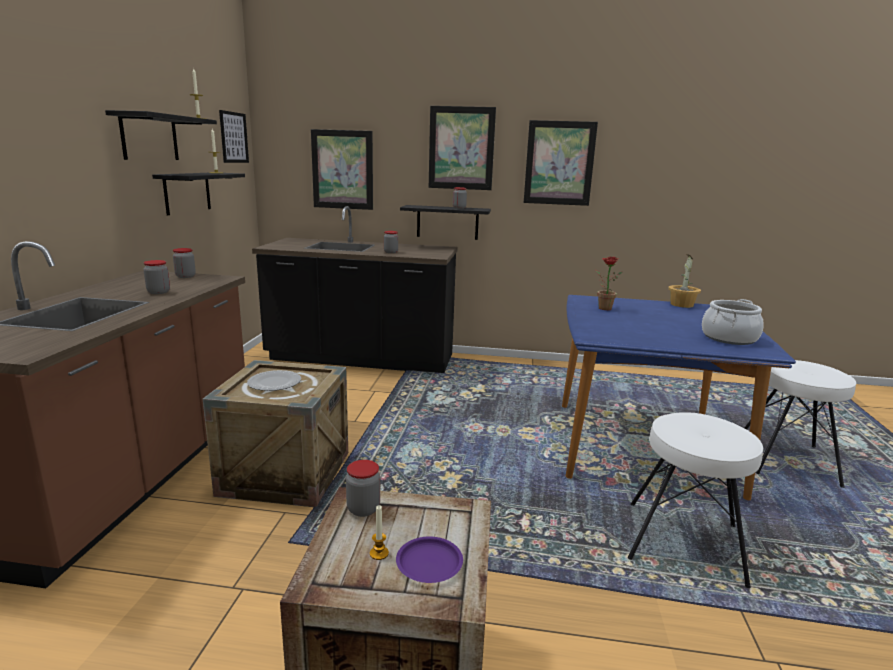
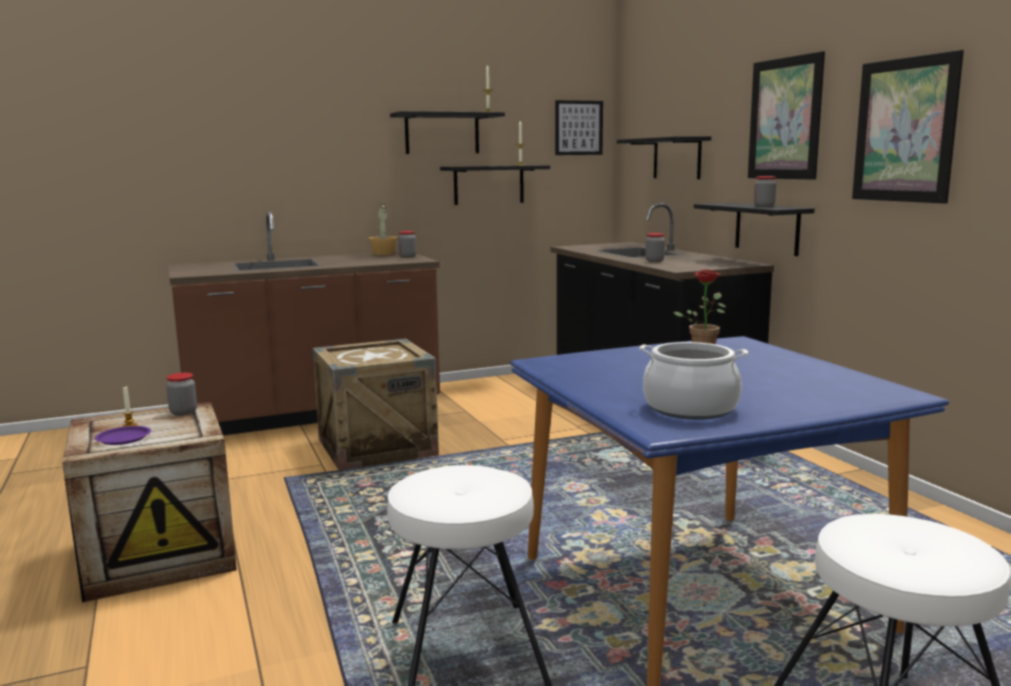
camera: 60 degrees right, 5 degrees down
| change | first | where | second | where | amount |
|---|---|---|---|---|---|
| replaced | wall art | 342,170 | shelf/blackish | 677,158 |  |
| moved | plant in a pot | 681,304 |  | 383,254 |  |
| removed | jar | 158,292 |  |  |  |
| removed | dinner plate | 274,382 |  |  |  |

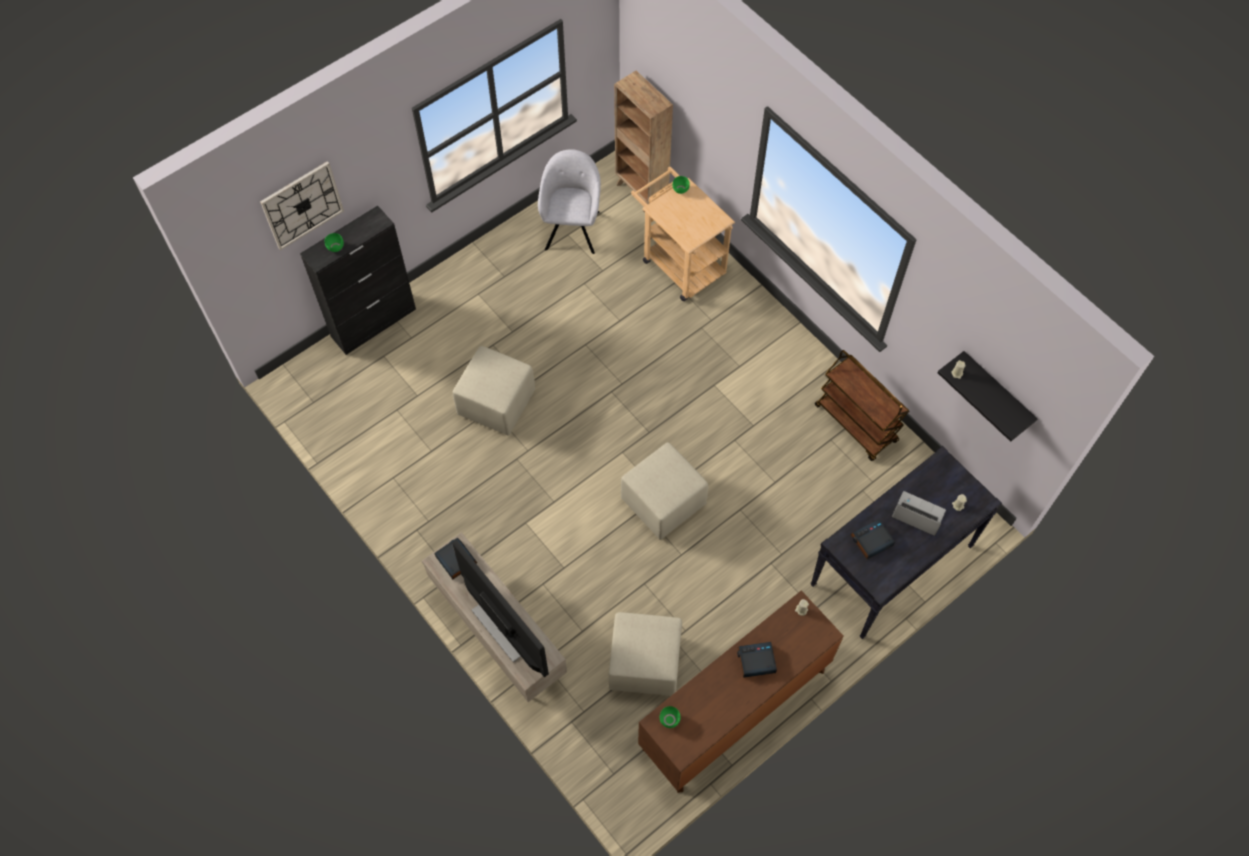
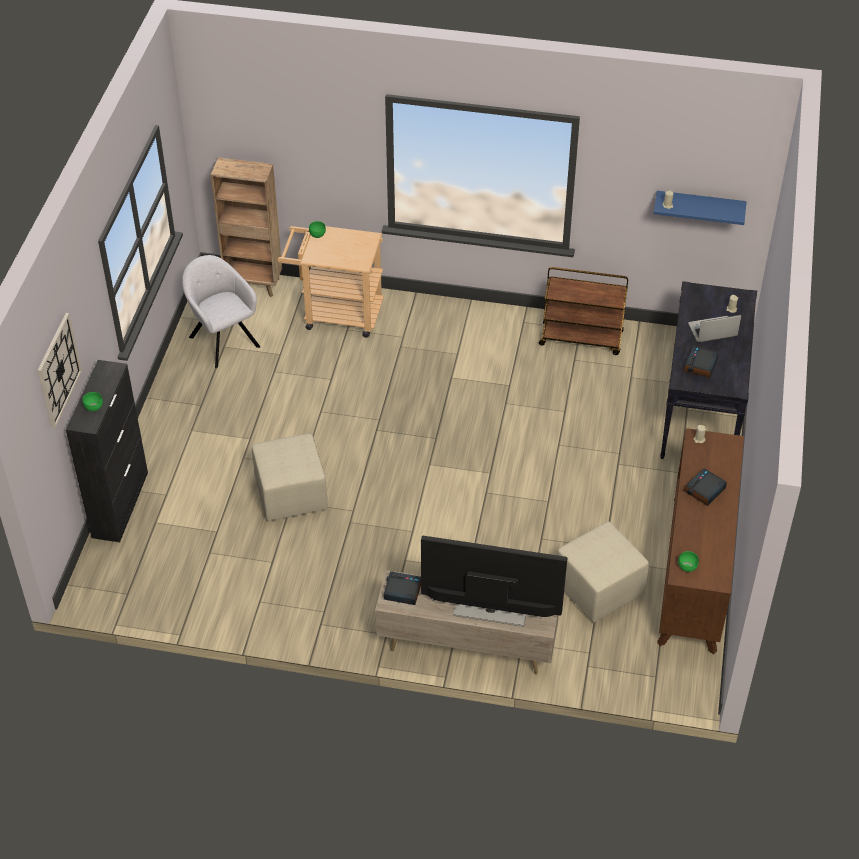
camera: 40 degrees left, 15 degrees down
| change | first | where | second | where | amount |
|---|---|---|---|---|---|
| recoloured | shelf/blackish | 996,392 | shelf/blue-coloured | 699,206 |  |
| removed | ottoman/sand-coloured | 663,501 |  |  |  |

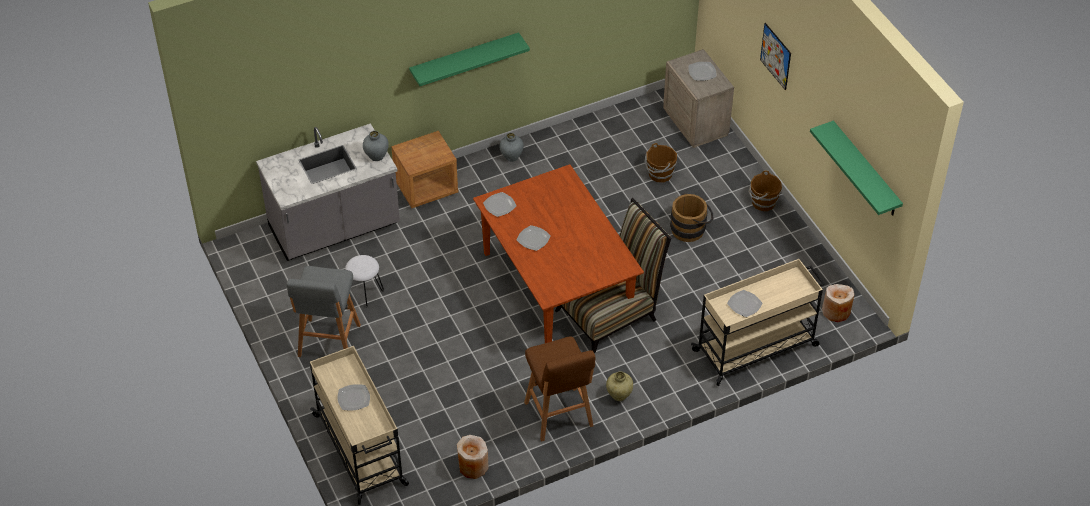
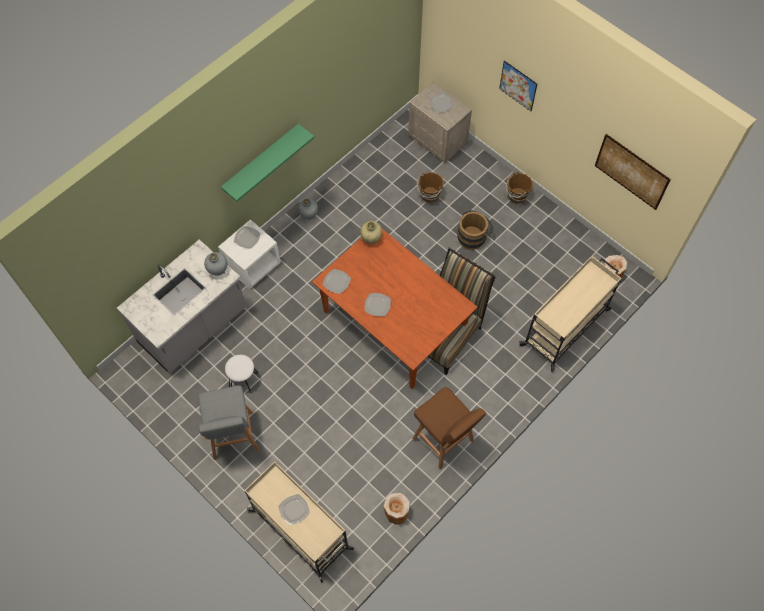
camera: 20 degrees left, 15 degrees up
| change | first | where | second | where | amount |
|---|---|---|---|---|---|
| replaced | shelf/green | 865,170 | wall art | 631,171 |  |
| recoloured | bedside table/brown | 426,188 | bedside table/white-coloured | 253,265 |  |
| moved | dinner plate | 744,304 |  | 247,237 |  |
| moved | vase/sand-coloured | 619,395 |  | 371,239 |  |

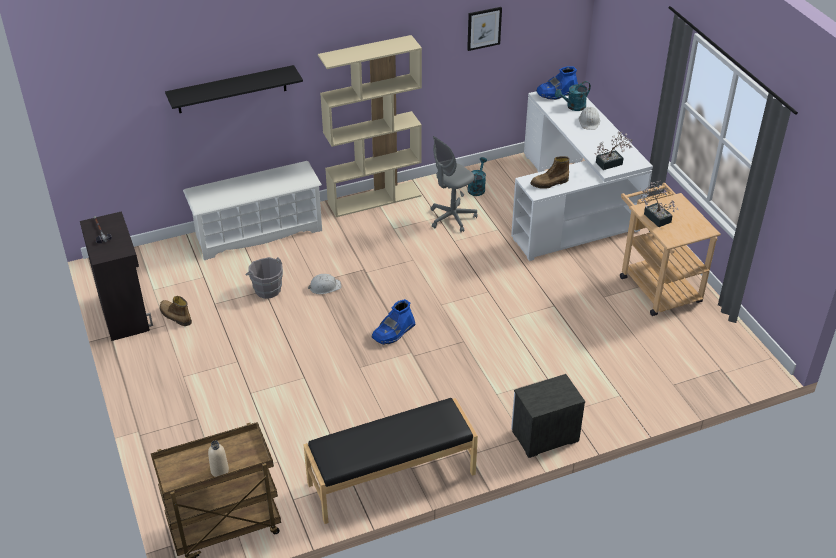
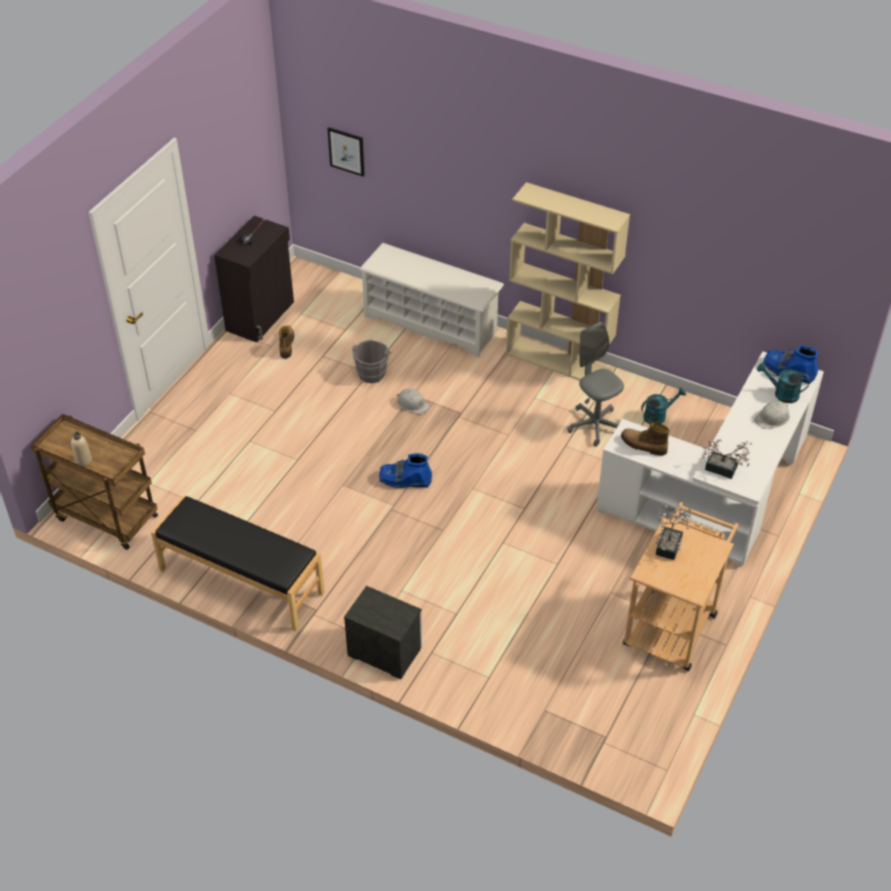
camera: 50 degrees right, 5 degrees up
| change | first | where | second | where | amount |
|---|---|---|---|---|---|
| moved | wall art | 484,28 |  | 346,151 |  |
| removed | shelf/blackish | 232,89 |  |  |  |
| turned | office chair/greyish | 452,218 |  | 594,425 | 45 degrees clockwise |

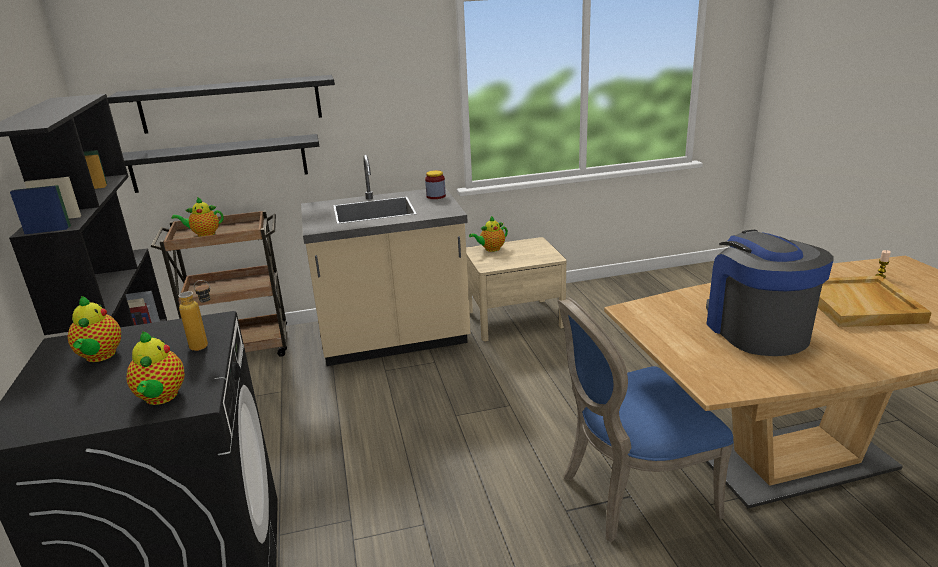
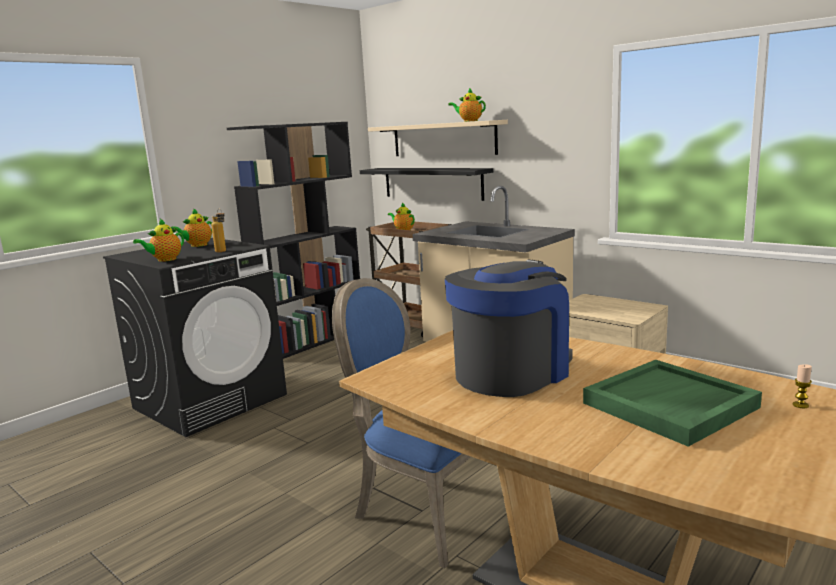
camera: 55 degrees right, 10 degrees down
| change | first | where | second | where | amount |
|---|---|---|---|---|---|
| recoloured | shelf/blackish | 231,104 | shelf/sand-coloured | 443,139 |  |
| removed | jar | 436,196 |  |  |  |
| moved | teapot | 491,249 |  | 469,121 |  |
| recoloured | tray/sand-coloured | 861,305 | tray/green | 670,406 |  |

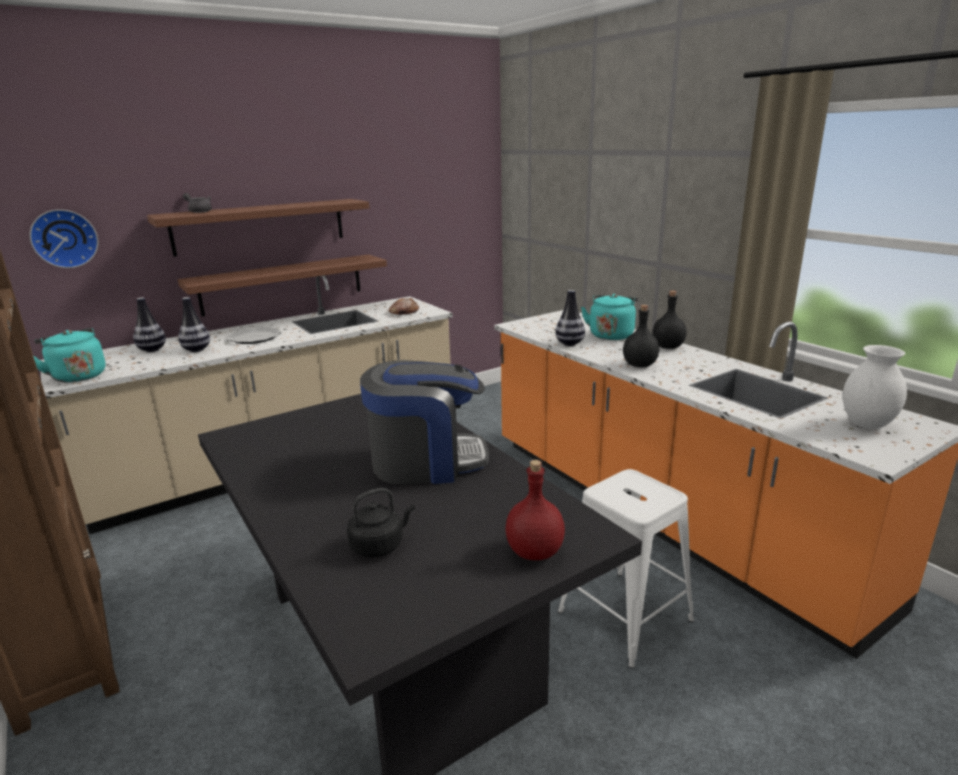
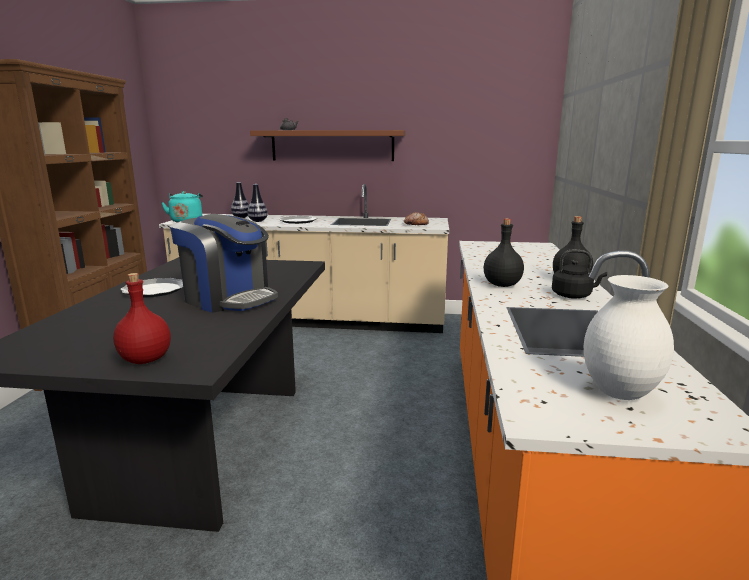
camera: 40 degrees right, 5 degrees down
| change | first | where | second | where | amount |
|---|---|---|---|---|---|
| removed | clock on the wall | 64,238 |  |  |  |
| removed | shelf/brown | 283,284 |  |  |  |
| removed | vase | 569,344 |  |  |  |
| removed | water kettle/blue-green | 611,335 |  |  |  |
| removed | stool seat/white-coloured | 624,616 |  |  |  |
| moved | water kettle/blackish | 380,545 |  | 573,296 |  |
| added |  |  | dinner plate | 154,290 |  |

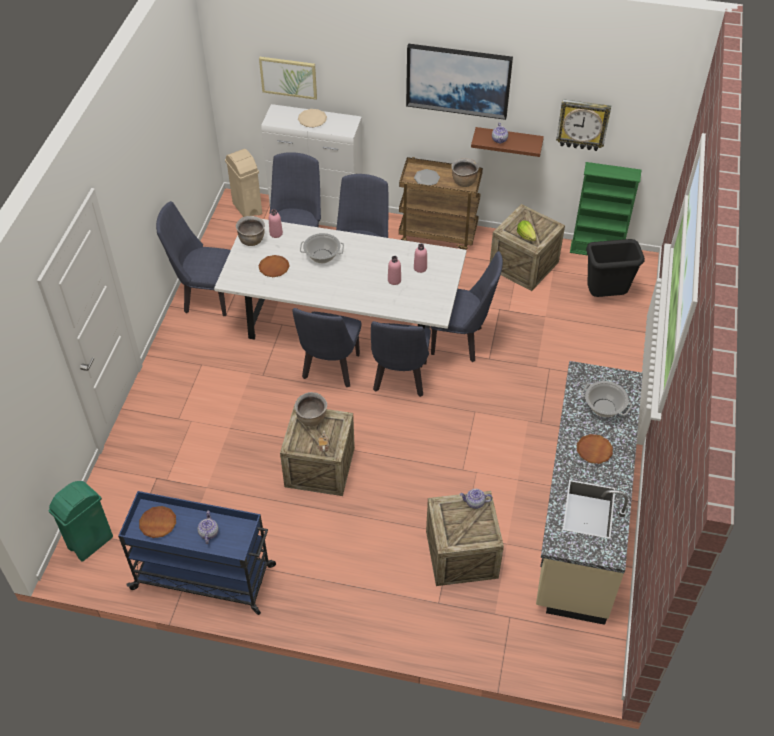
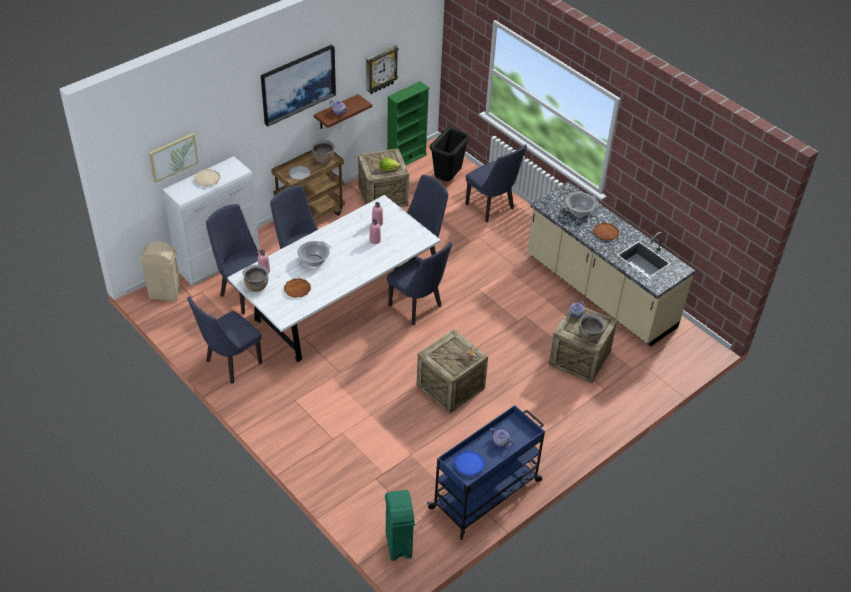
camera: 55 degrees left, 5 degrees down
| change | first | where | second | where | amount |
|---|---|---|---|---|---|
| moved | plain chair/blue-coloured | 330,370 |  | 492,208 |  |
| moved | stockpot/brown | 312,419 |  | 589,336 |  |
| recoloured | dinner plate/brown | 158,523 | dinner plate/blue-coloured | 469,464 |  |

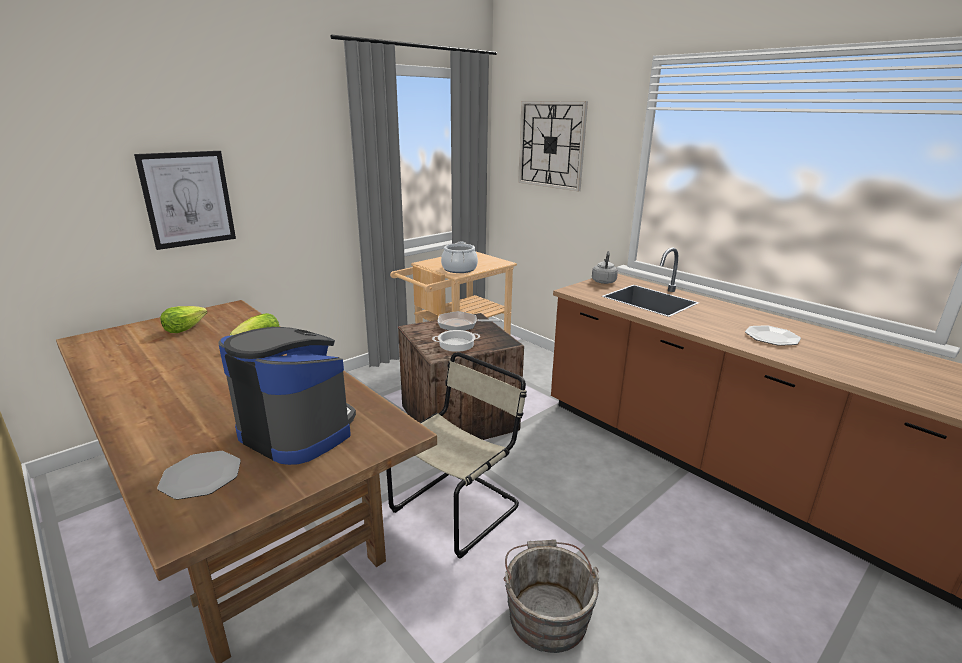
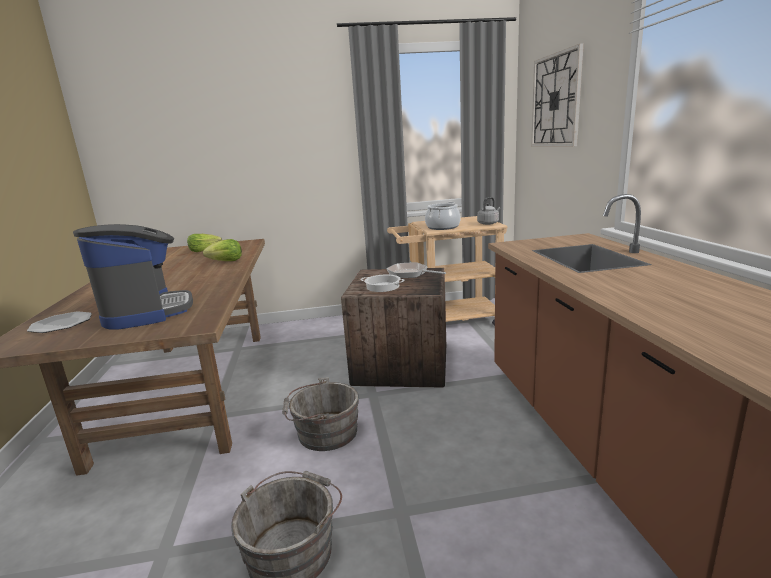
camera: 35 degrees right, 5 degrees down
| change | first | where | second | where | amount |
|---|---|---|---|---|---|
| removed | wall art | 188,199 |  |  |  |
| moved | water kettle/greyish | 604,281 |  | 488,223 |  |
| removed | dinner plate | 772,337 |  |  |  |
| replaced | plain chair/sand-coloured | 459,506 | water bucket/greyish | 324,433 |  |

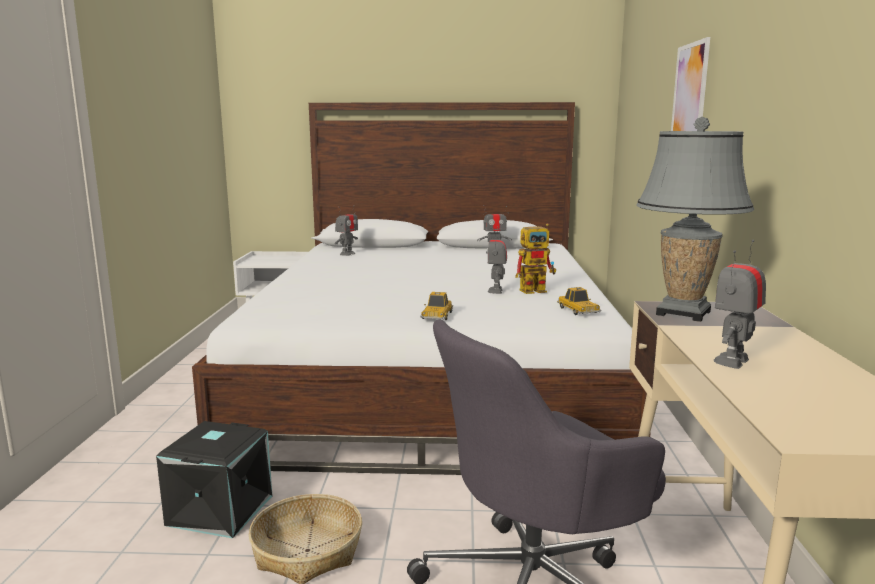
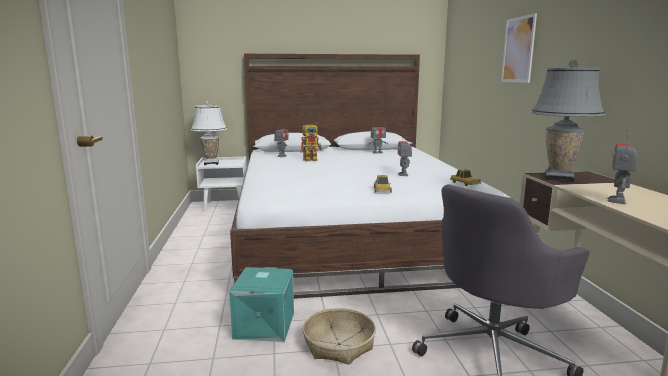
camera: 10 degrees left, 0 degrees up
| change | first | where | second | where | amount |
|---|---|---|---|---|---|
| moved | model robot | 537,290 |  | 312,159 |  |
| recoloured | storage container/blackish | 219,509 | storage container/blue-green | 263,326 |  |
| added |  |  | tabletop lamp/white-coloured | 211,163 |  |

